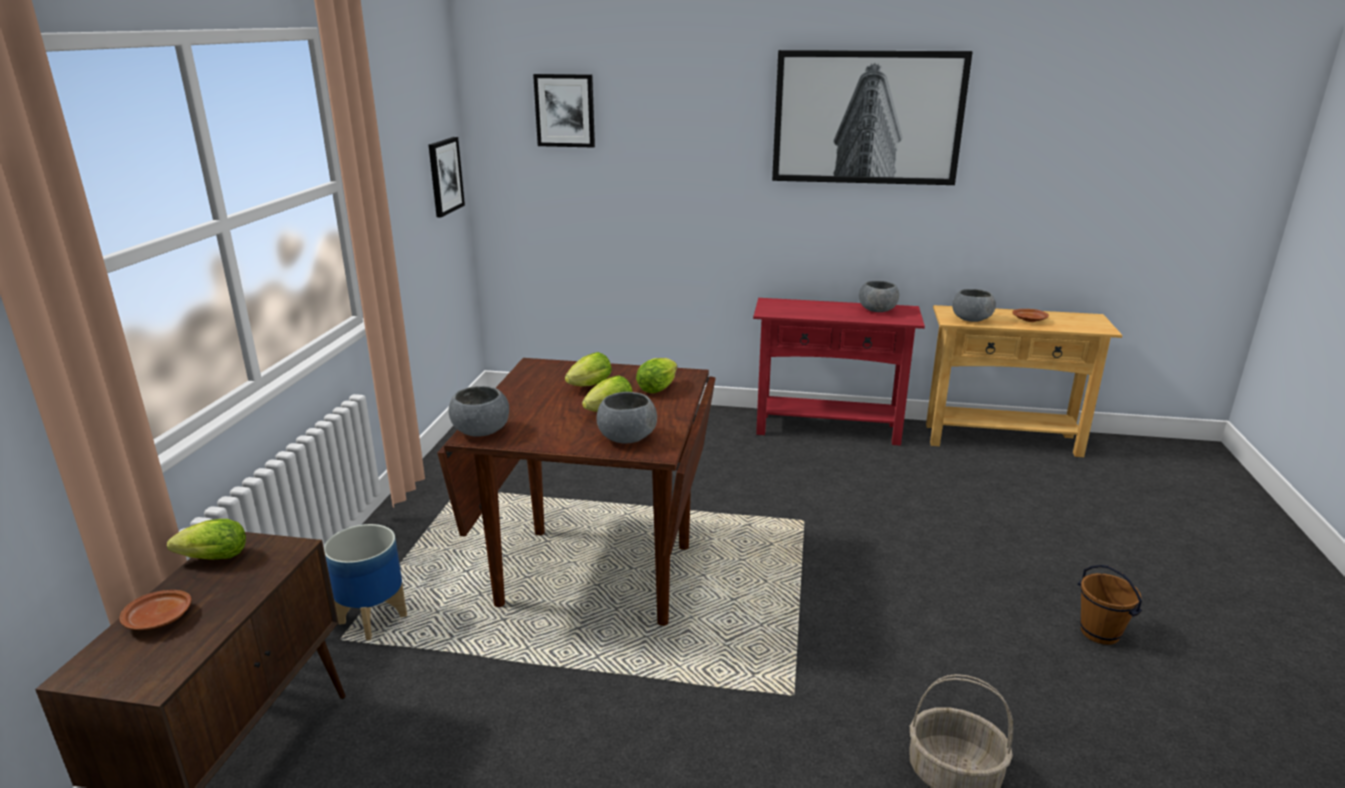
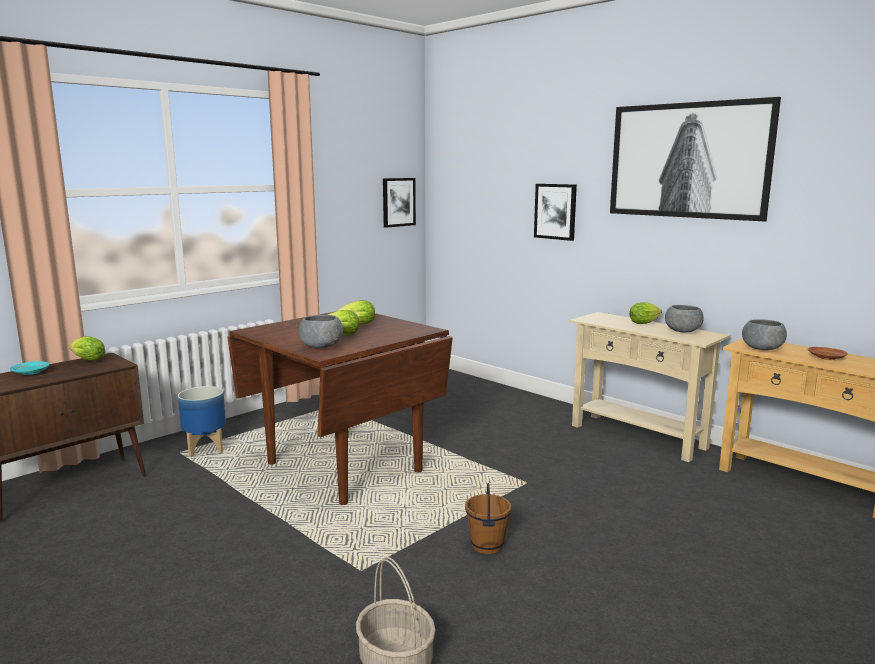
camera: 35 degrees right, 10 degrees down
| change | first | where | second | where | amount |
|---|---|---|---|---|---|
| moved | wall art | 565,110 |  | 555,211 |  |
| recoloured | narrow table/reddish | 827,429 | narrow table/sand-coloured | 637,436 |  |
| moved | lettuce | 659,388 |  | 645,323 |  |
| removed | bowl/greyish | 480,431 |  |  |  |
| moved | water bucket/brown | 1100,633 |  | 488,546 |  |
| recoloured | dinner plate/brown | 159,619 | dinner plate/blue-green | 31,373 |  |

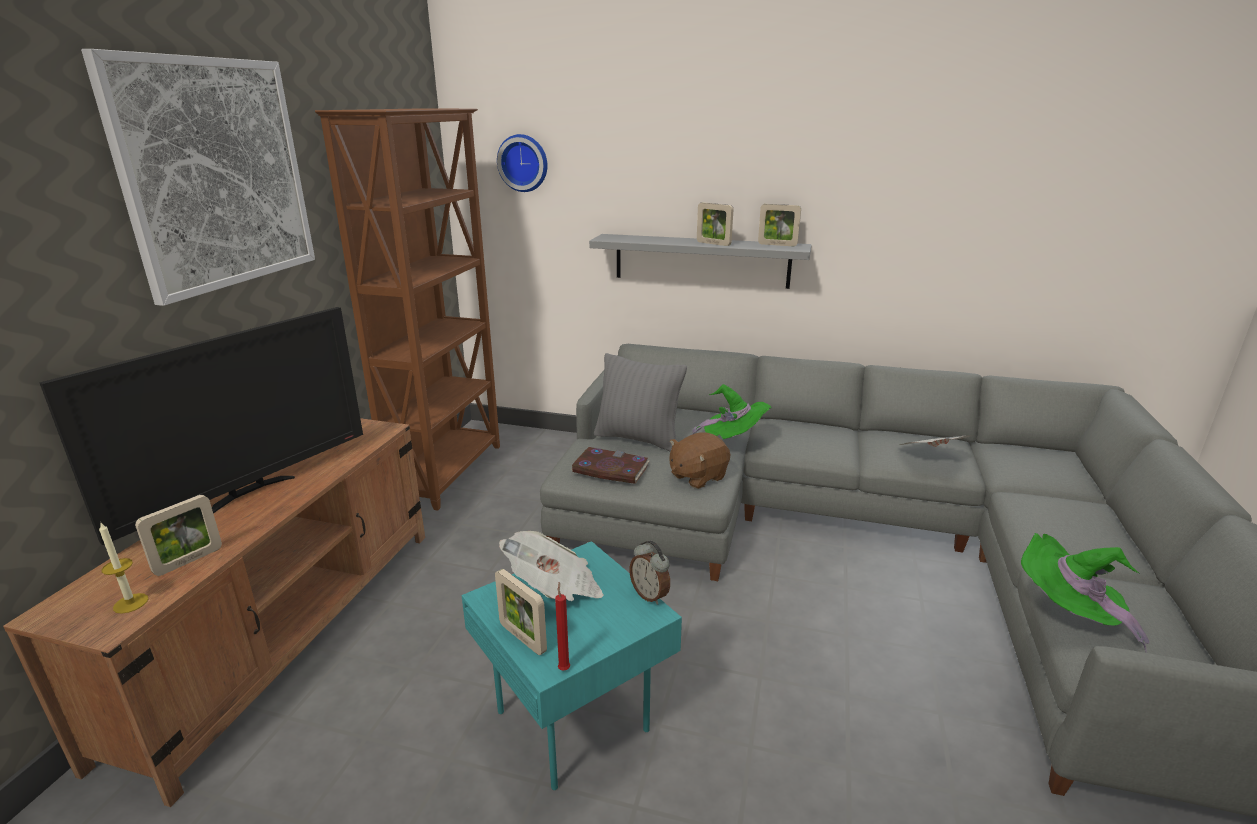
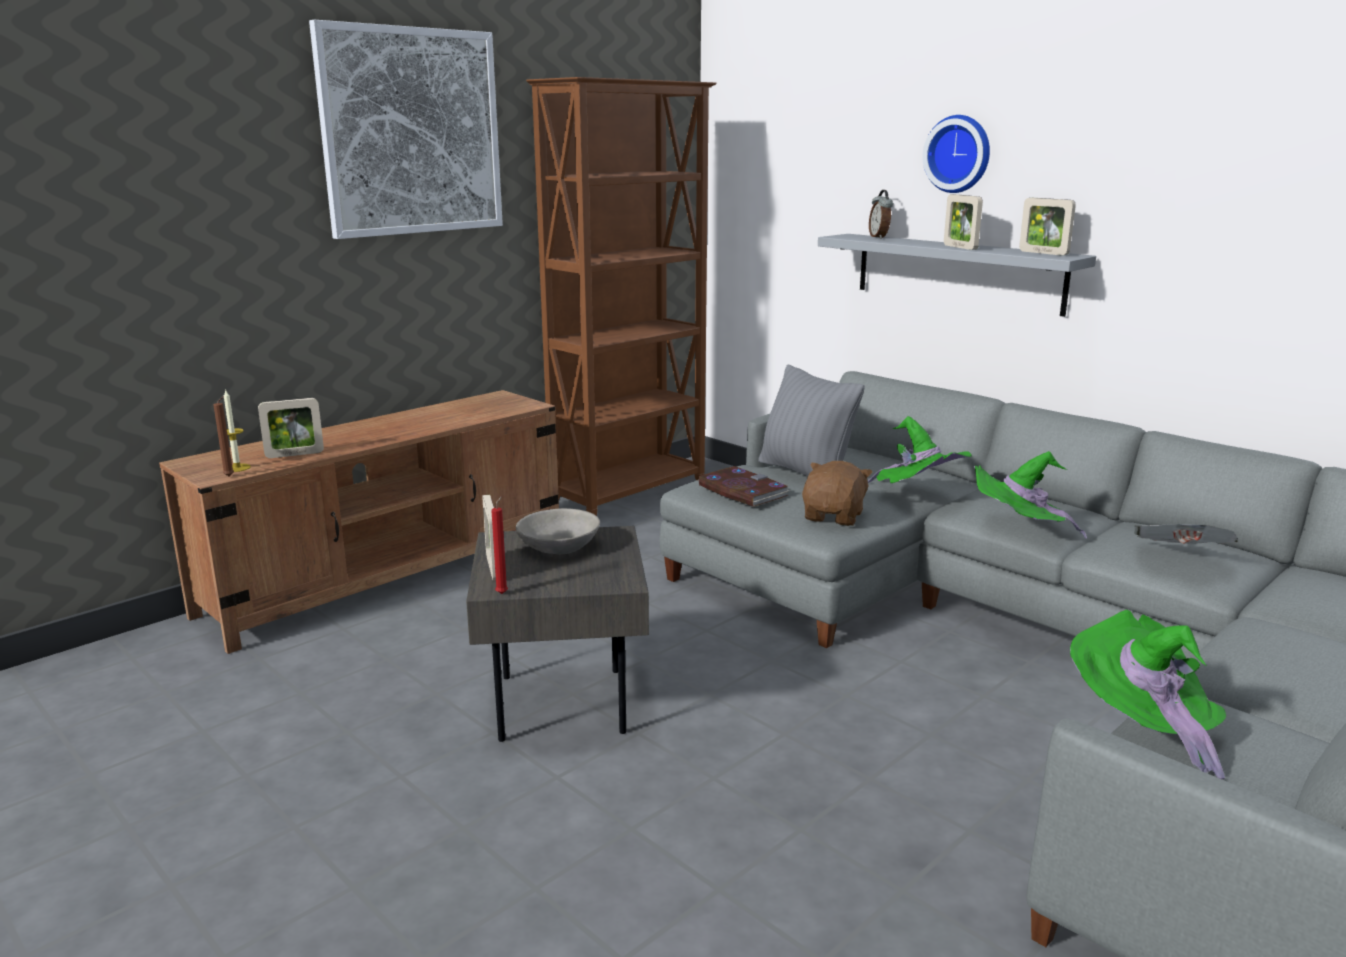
camera: 30 degrees right, 5 degrees down
| change | first | where | second | where | amount |
|---|---|---|---|---|---|
| moved | clock on the wall | 524,163 |  | 959,154 |  |
| removed | TV | 250,492 |  |  |  |
| turned | soft toy/brown | 697,476 |  | 834,516 | 120 degrees clockwise |
| replaced | newspaper | 554,588 | bowl/greyish | 559,546 |  |
| moved | alarm clock | 650,595 |  | 879,237 |  |
| recoloured | accent table/blue-green | 577,721 | accent table/greyish | 566,705 |  |
| added |  |  | candle/brown | 230,476 |  |
| added |  |  | wearable hat/green | 1018,532 |  |

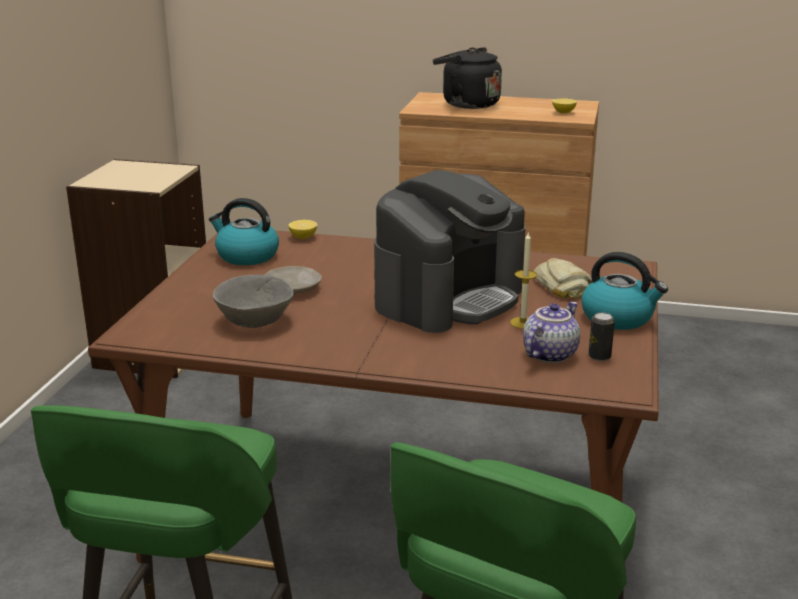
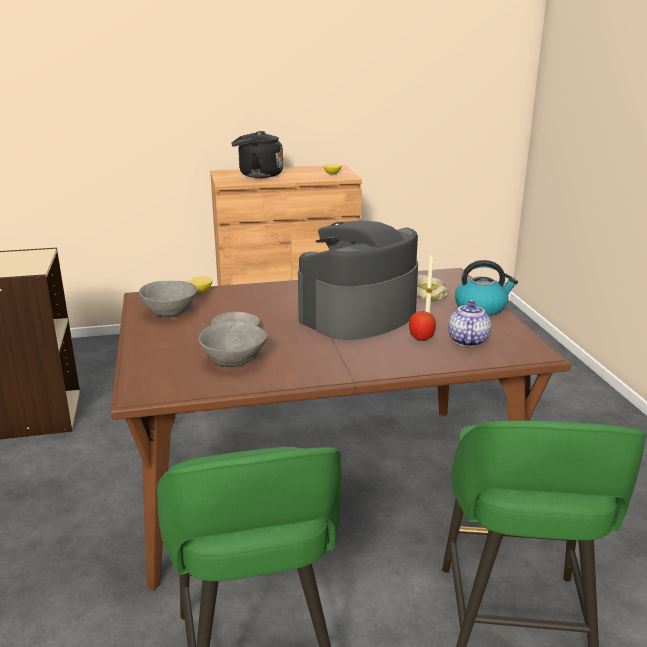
camera: 25 degrees left, 0 degrees up
| change | first | where | second | where | amount |
|---|---|---|---|---|---|
| turned | coffee machine | 449,298 |  | 358,315 | 150 degrees counterclockwise |
| replaced | water kettle | 246,256 | bowl/greyish | 170,312 |  |
| removed | sealed can | 599,356 |  |  |  |
| added |  |  | apple fruit | 421,338 |  |

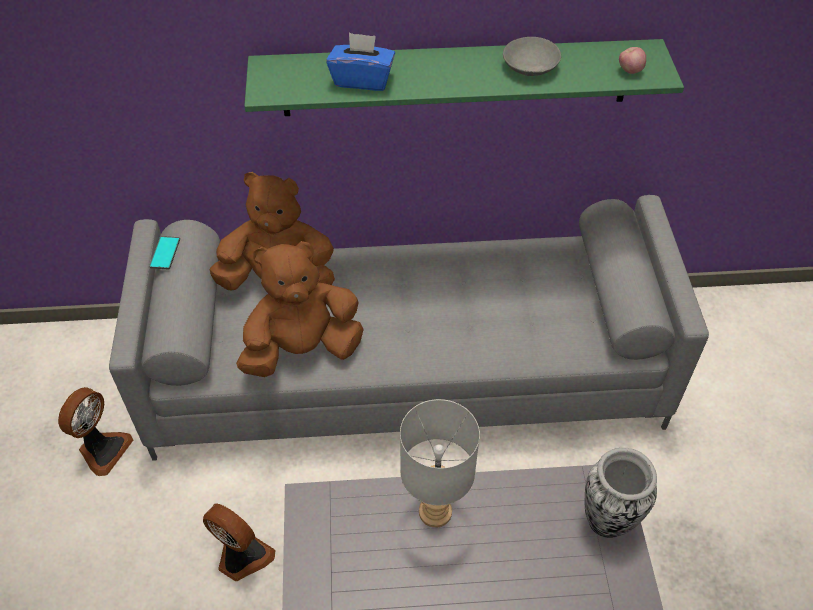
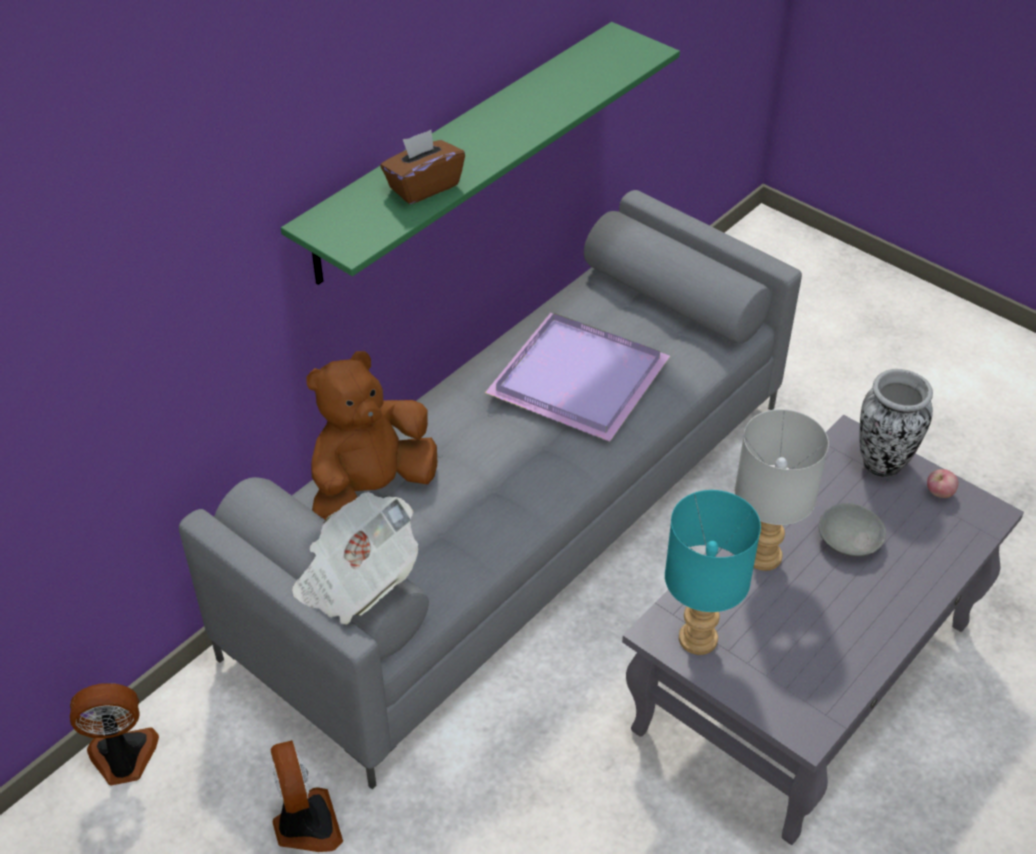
camera: 45 degrees left, 5 degrees down
| change | first | where | second | where | amount |
|---|---|---|---|---|---|
| recoloured | tissue holder/blue-coloured | 362,80 | tissue holder/brown | 423,186 |  |
| moved | bowl/greyish | 530,67 |  | 850,540 |  |
| moved | apple fruit | 629,71 |  | 939,493 |  |
| removed | phone | 165,253 |  |  |  |
| removed | soft toy/brown | 302,349 |  |  |  |
| moved | fan | 242,557 |  | 123,758 |  |
| added |  |  | tray/purple | 575,379 |  |
| added |  |  | tabletop lamp/blue-green | 698,640 |  |
| added |  |  | newspaper | 356,579 |  |

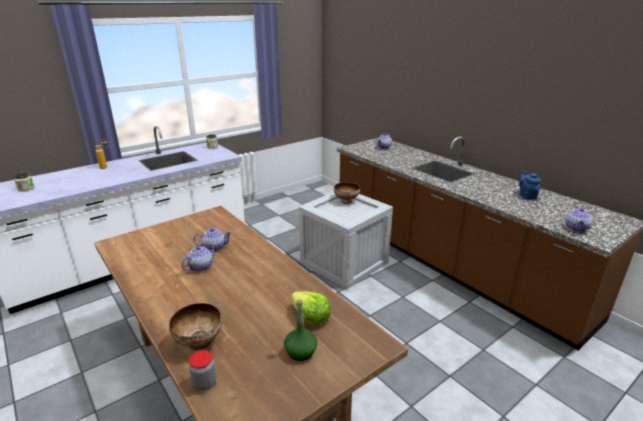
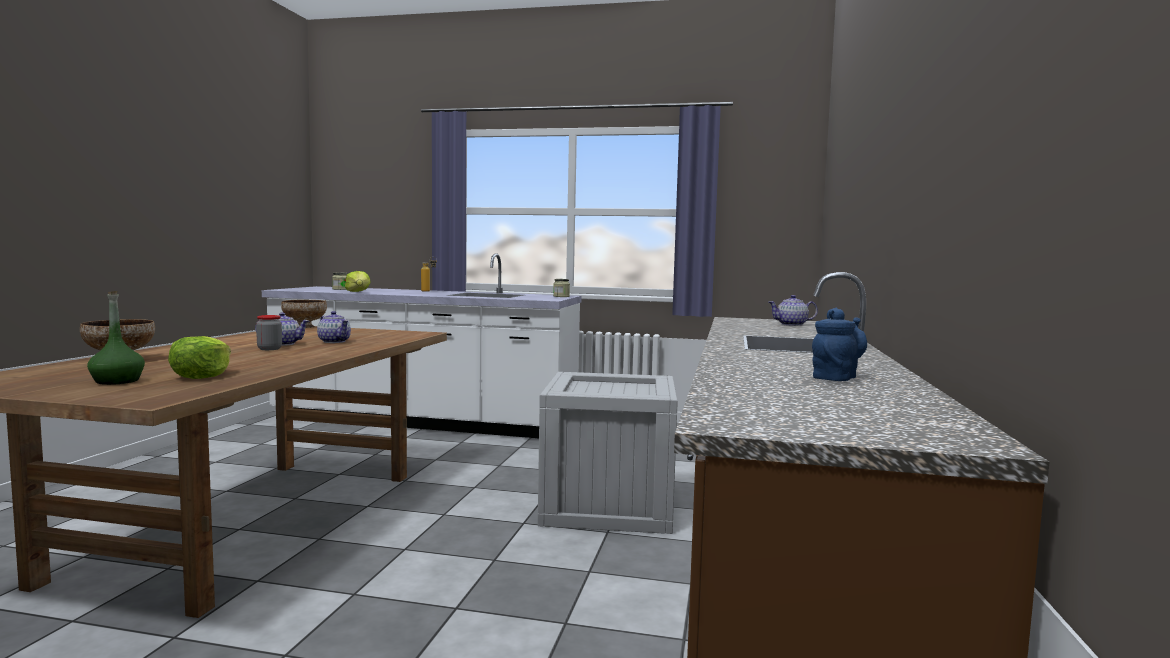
camera: 50 degrees right, 20 degrees down
| change | first | where | second | where | amount |
|---|---|---|---|---|---|
| moved | bowl | 346,201 |  | 305,327 |  |
| removed | teapot | 576,228 |  |  |  |
| moved | jar | 204,383 |  | 269,349 |  |
| added |  |  | lettuce | 358,292 |  |

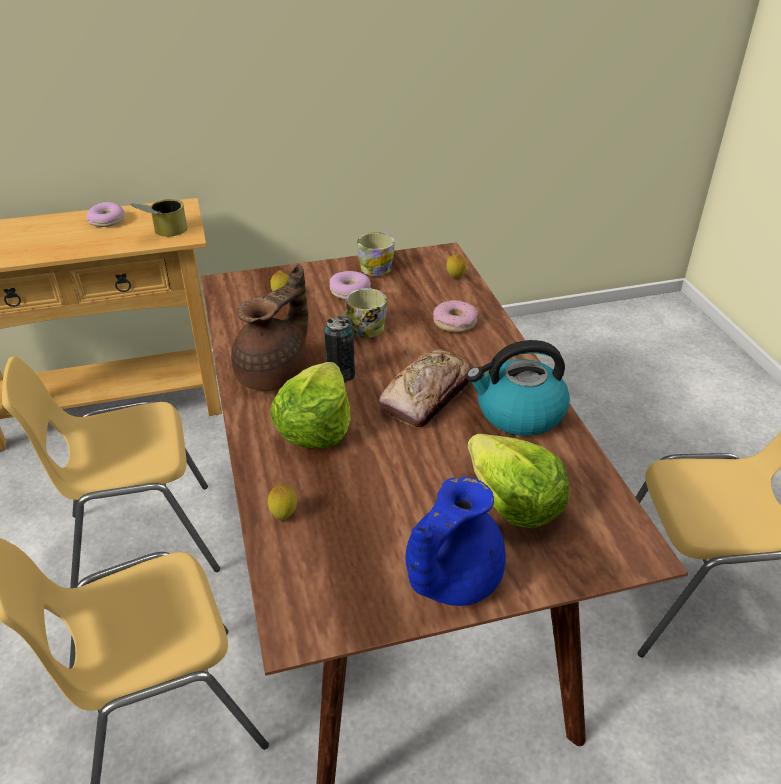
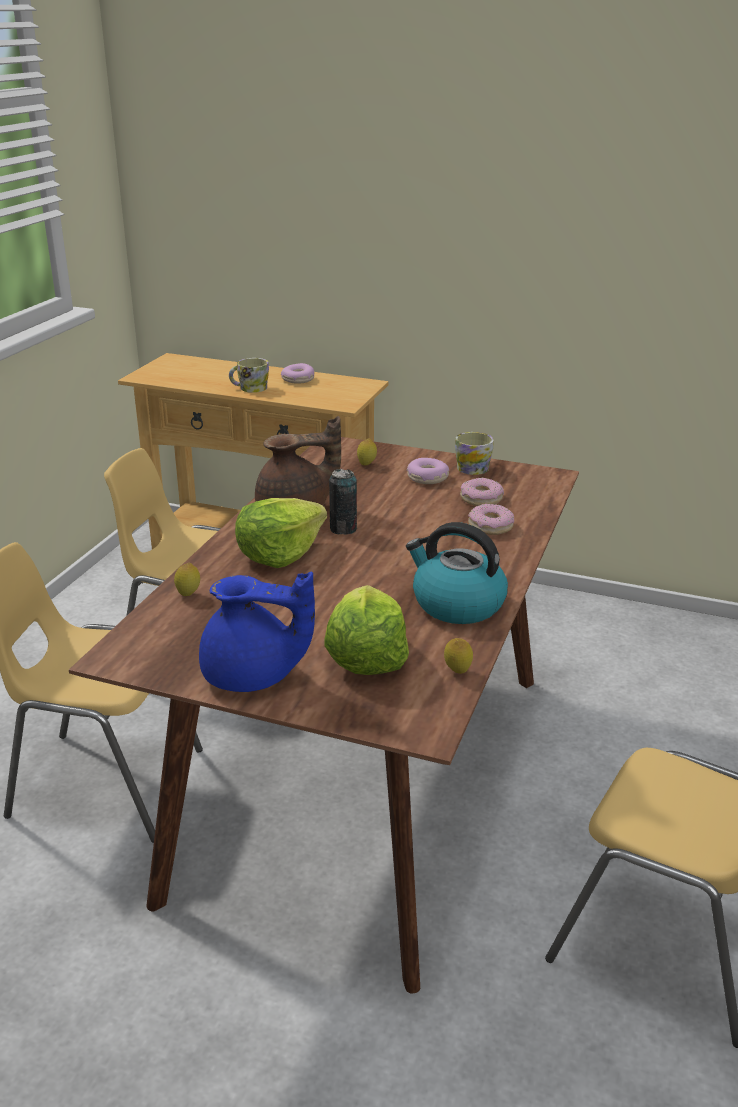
camera: 35 degrees right, 10 degrees down
| change | first | where | second | where | amount |
|---|---|---|---|---|---|
| removed | sealed can | 162,232 |  |  |  |
| moved | lemon | 455,278 |  | 457,672 |  |
| moved | coffee mug | 362,330 |  | 249,389 |  |
| removed | bread | 427,396 |  |  |  |
| turned | teapot/blue-coloured | 449,577 |  | 253,676 | 150 degrees counterclockwise |
| added |  |  | doughnut | 481,499 |  |

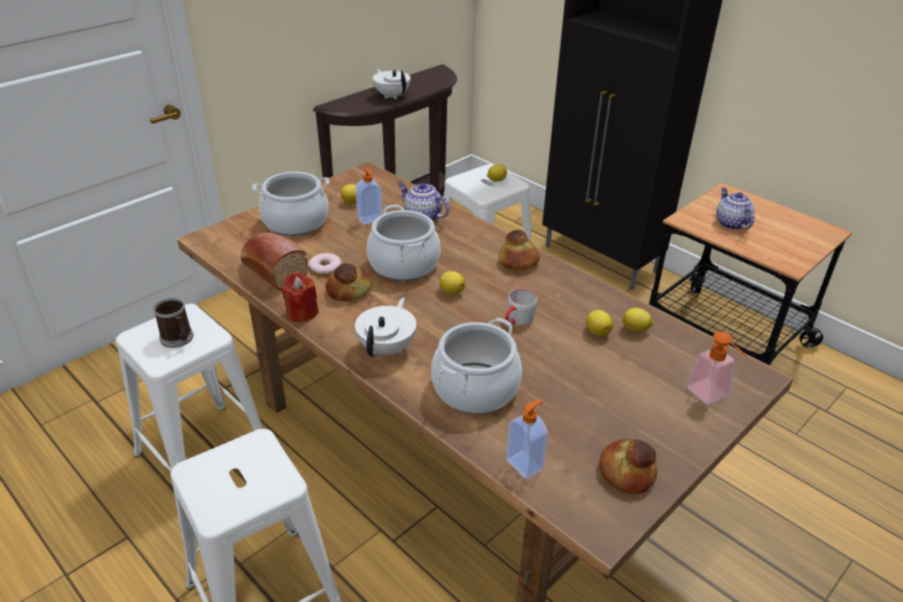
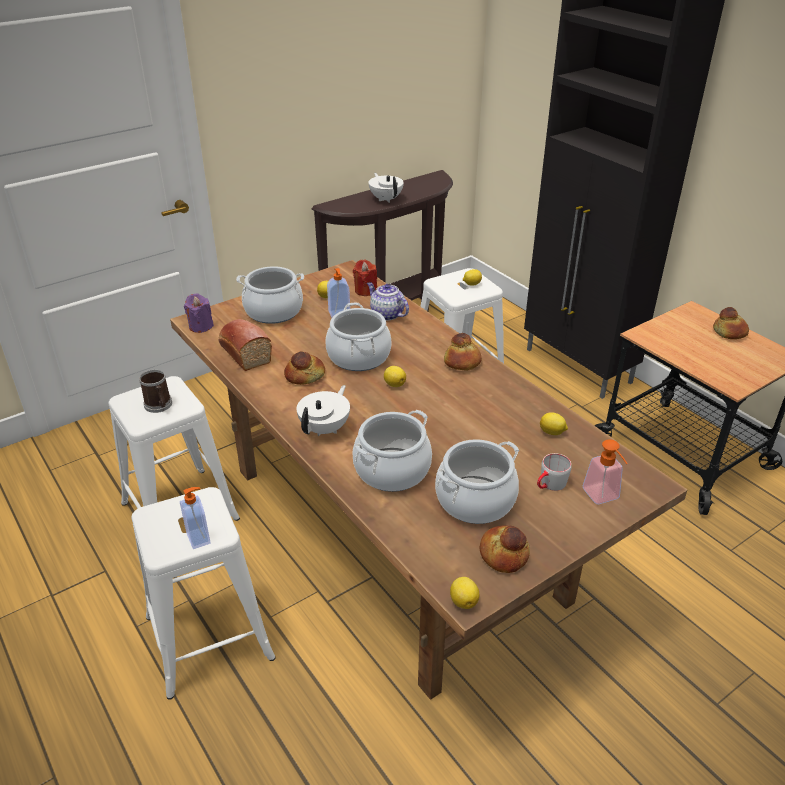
camera: 10 degrees right, 0 degrees up
| change | first | where | second | where | amount |
|---|---|---|---|---|---|
| removed | teapot | 730,223 |  |  |  |
| removed | doughnut | 325,267 |  |  |  |
| moved | candle/reddish | 302,313 |  | 365,290 |  |
| moved | coffee mug/greyish | 517,321 |  | 549,485 |  |
| moved | lemon | 597,332 |  | 463,601 |  |
| moved | soap dispenser | 525,464 |  | 199,538 |  |
| added |  |  | candle/purple | 201,326 |  |
| added |  |  | bread | 729,333 |  |
| added |  |  | stockpot | 475,500 |  |

